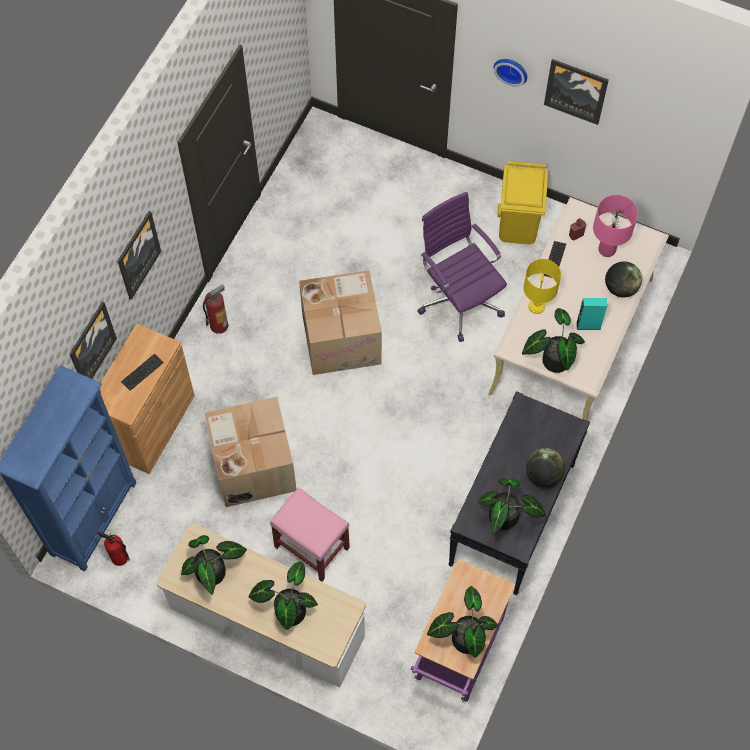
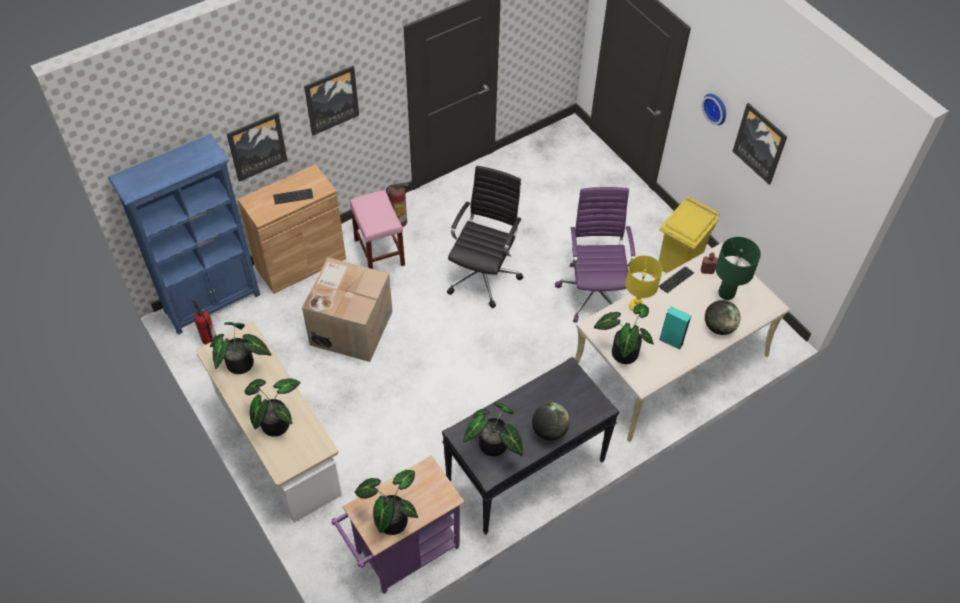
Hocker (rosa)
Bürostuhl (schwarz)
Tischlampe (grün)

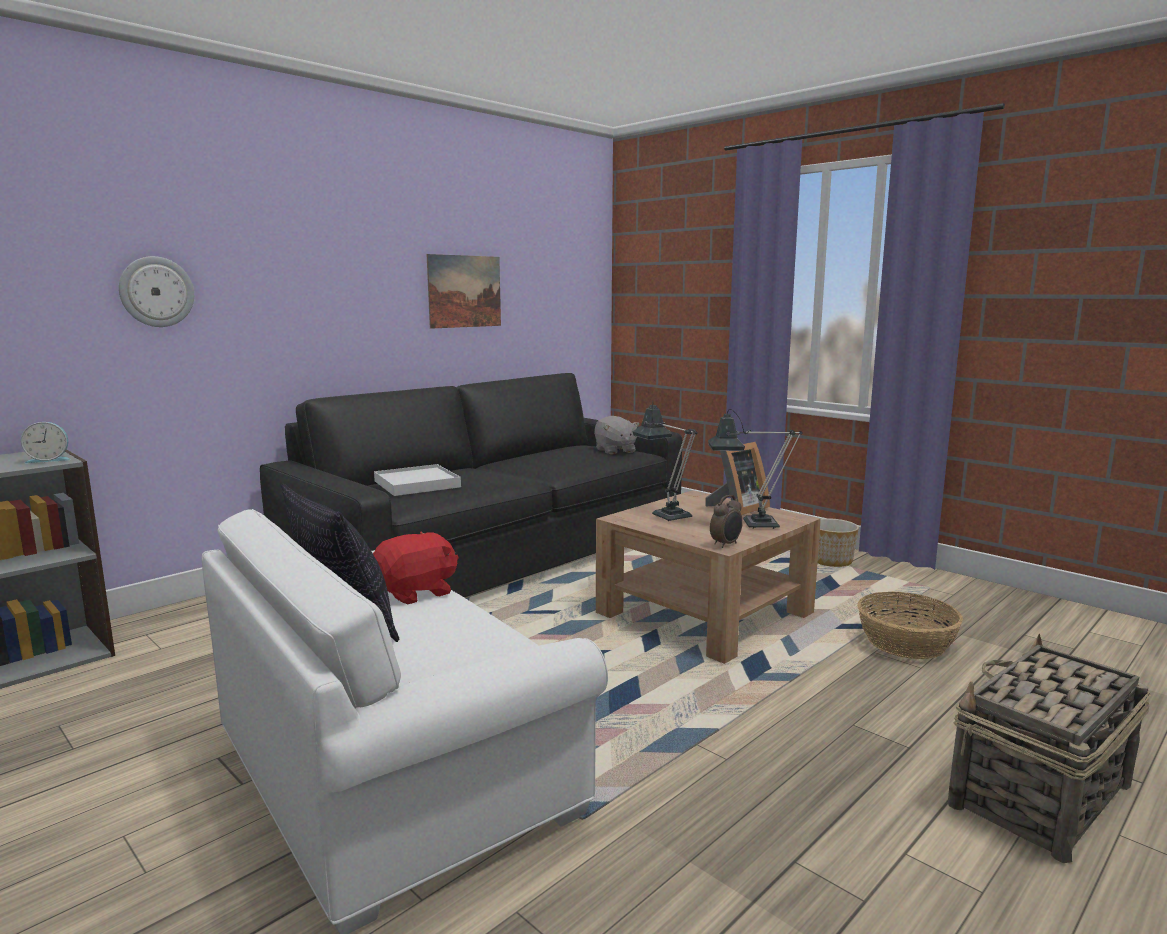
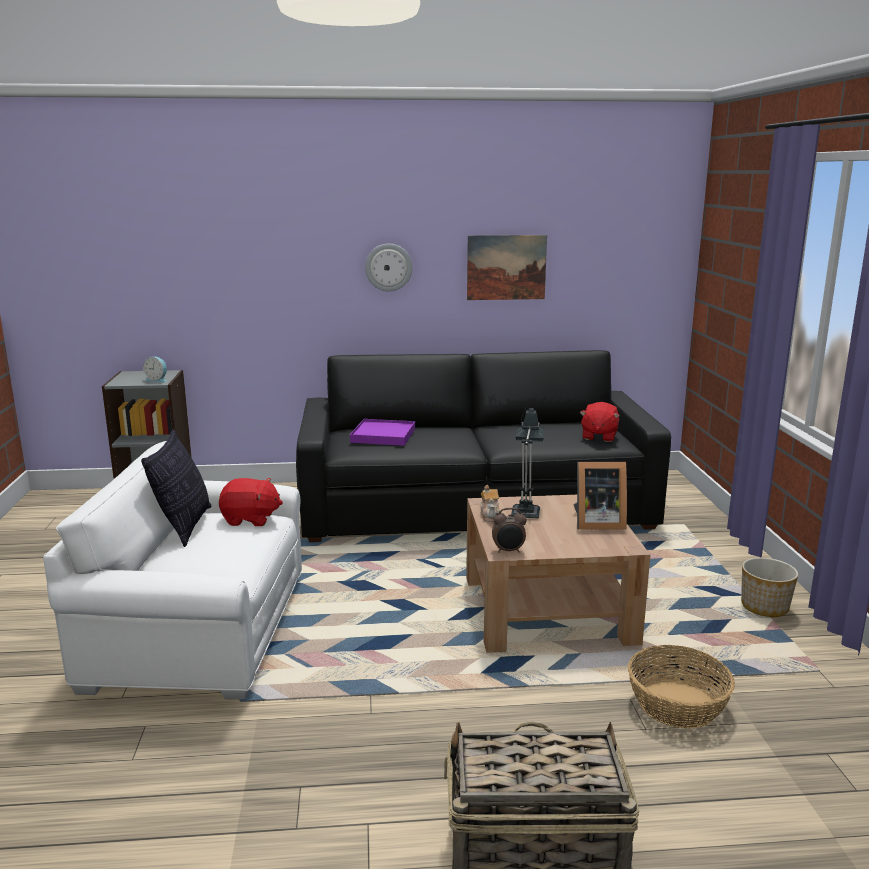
Tischlampe (no. 2 from left in the first image)
Teekanne
Wanduhr
Tablett (lila)
Plüschtier (rot) (no. 2 from left)

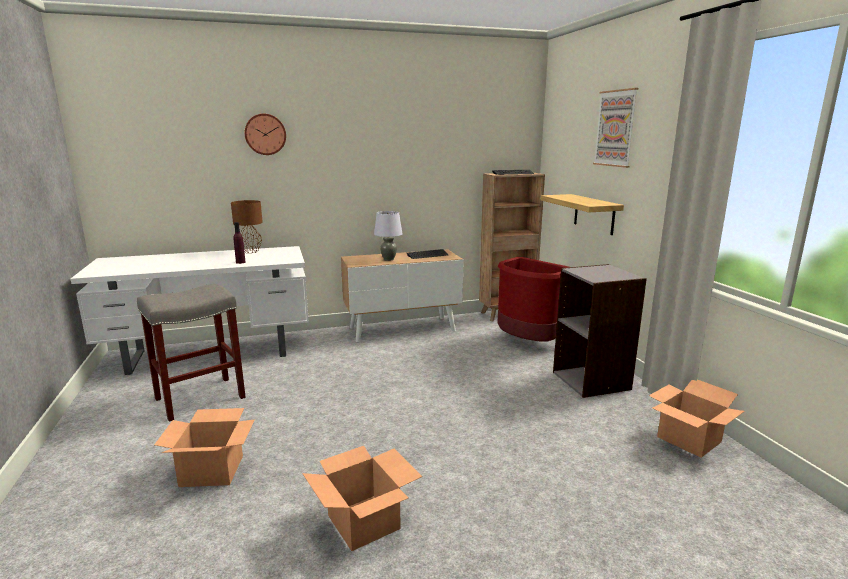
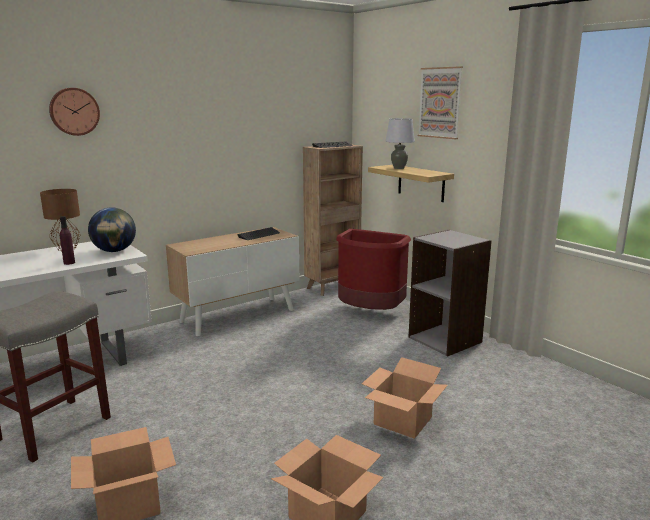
Globus
Tischlampe (grau)
Karton (no. 3 from left)

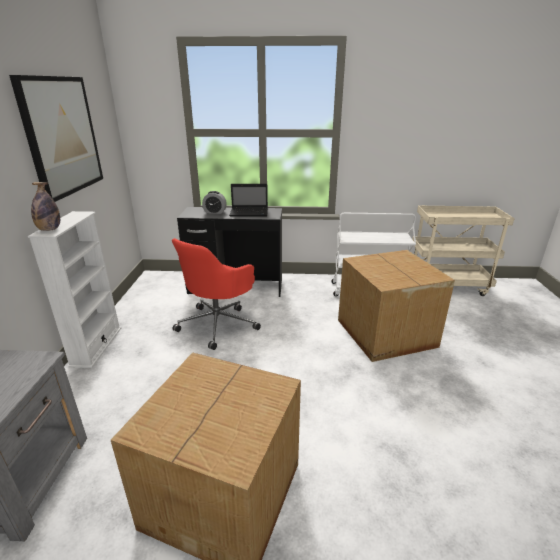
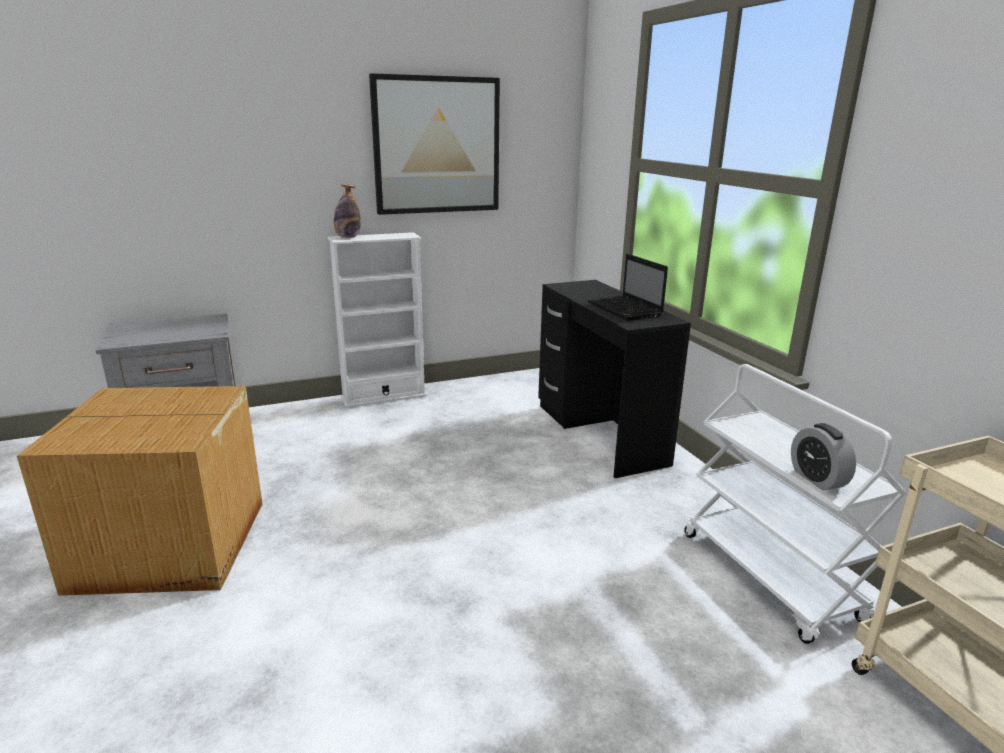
Bürostuhl (rot)
Karton (no. 2 from left in the first image)
Wecker

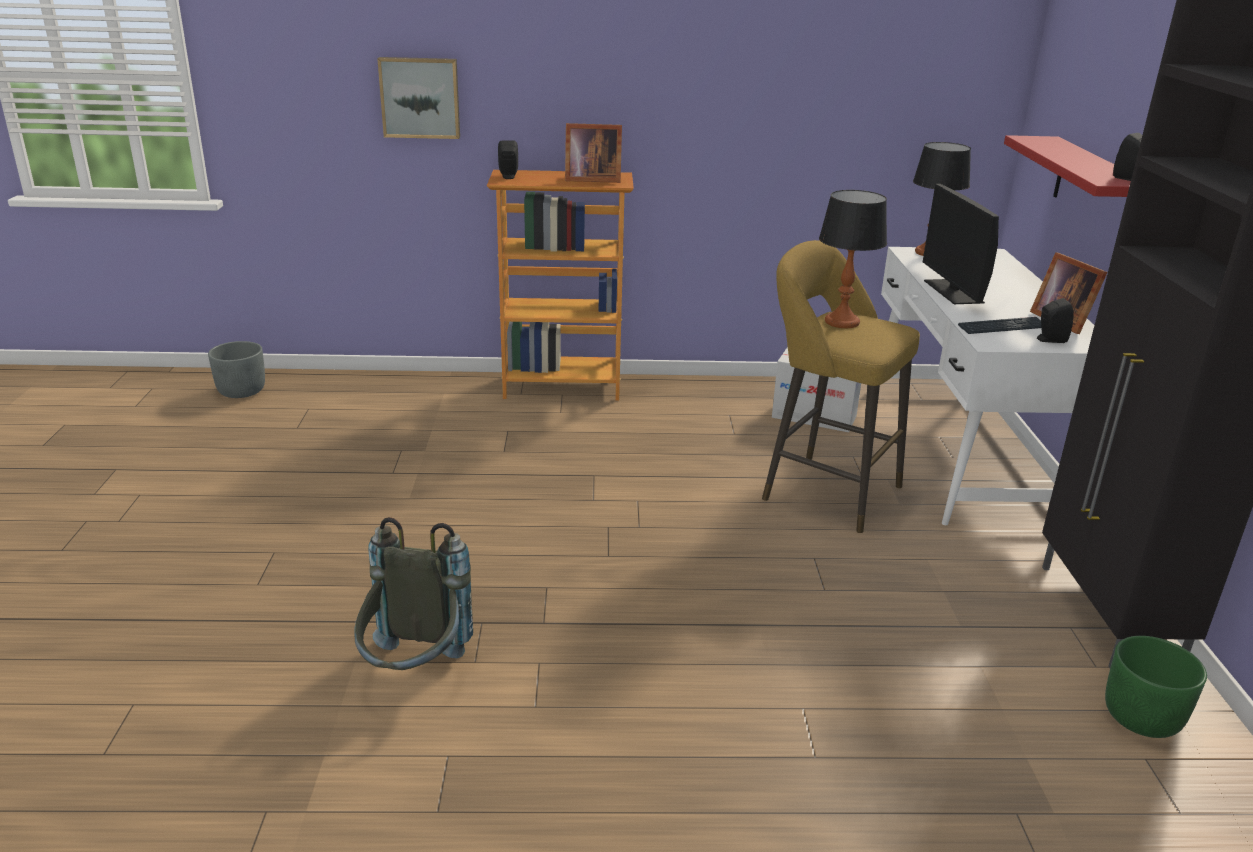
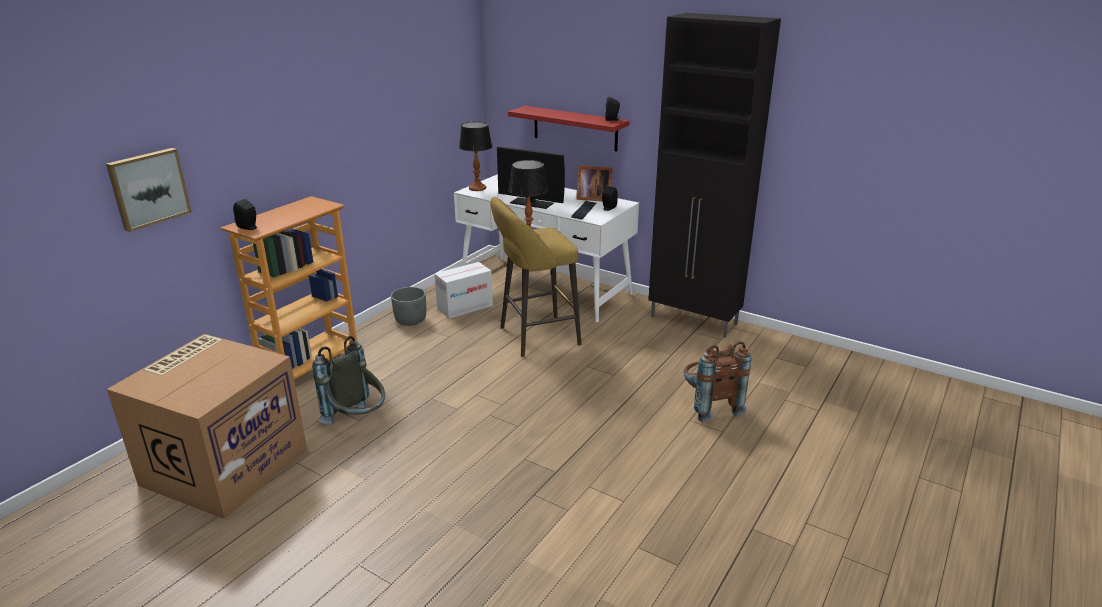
Bilderrahmen (no. 1 from left in the first image)
Pflanzkübel (grün)
Karton (no. 1 from left)
Rucksack (braun)
Pflanzkübel (grau)
Rucksack (grau)

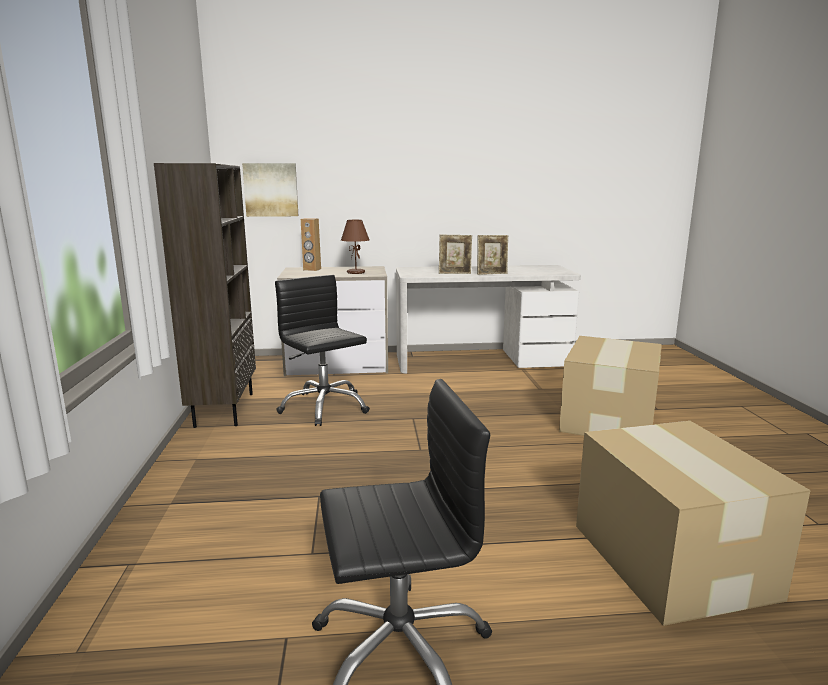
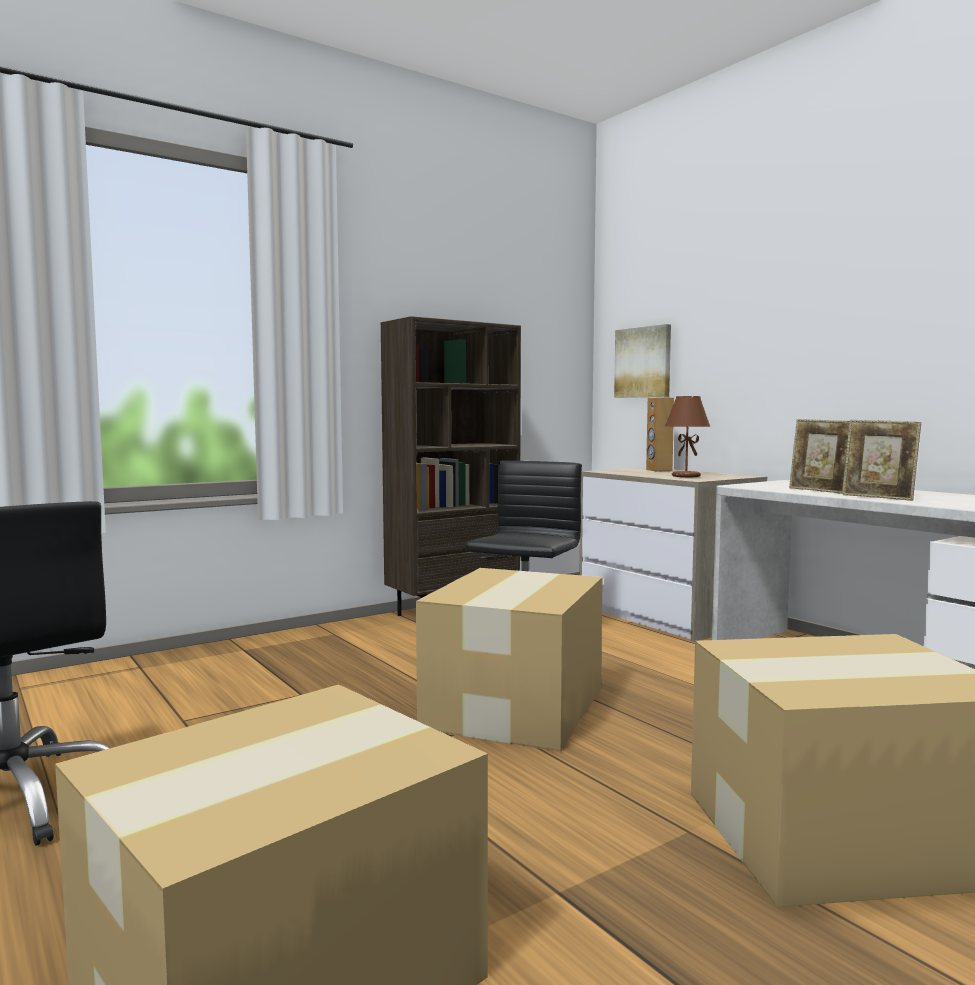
Karton (no. 2 from left)

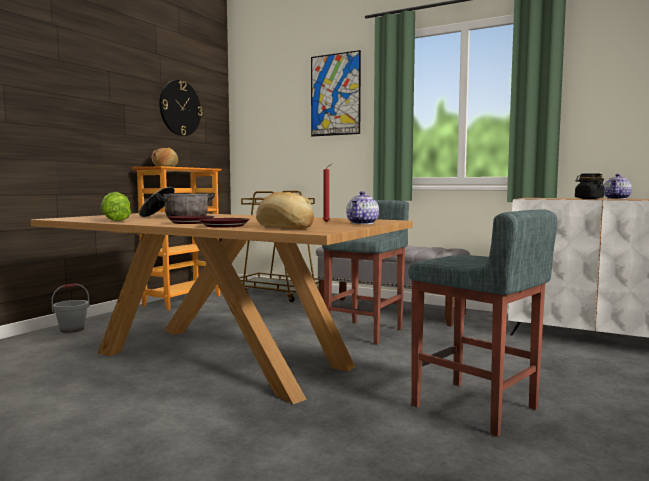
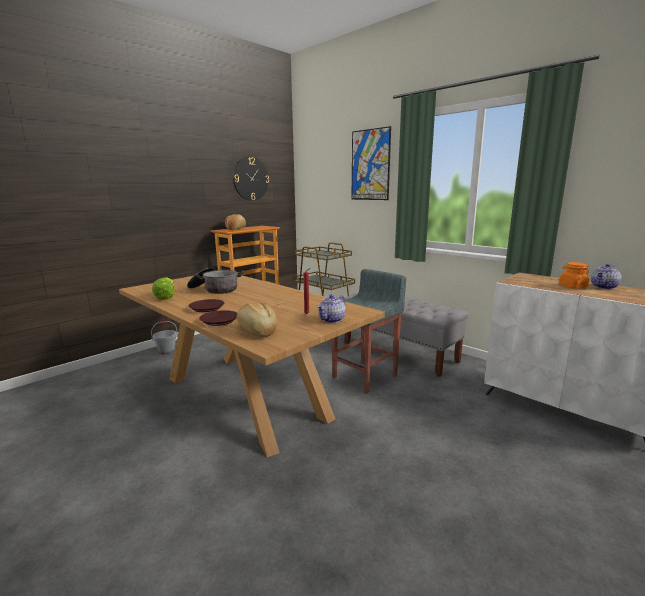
Hocker (grau) (no. 2 from left in the first image)
Vorratsglas (orange)

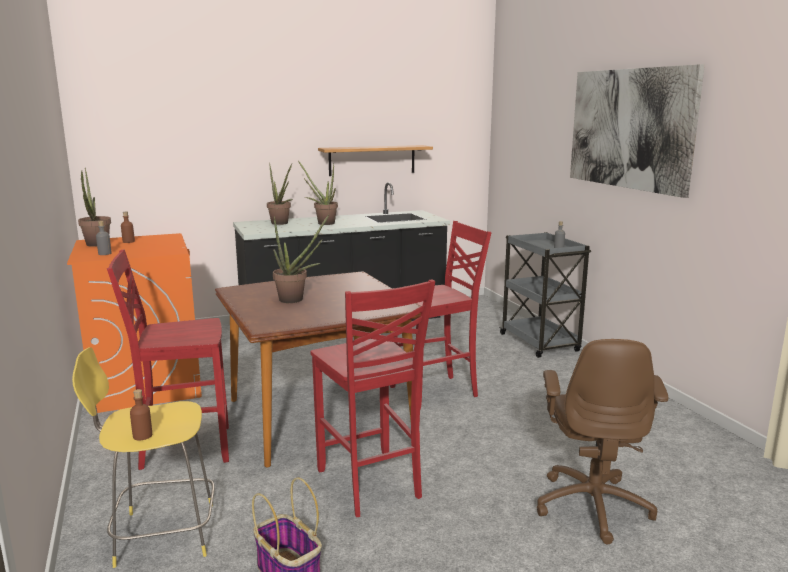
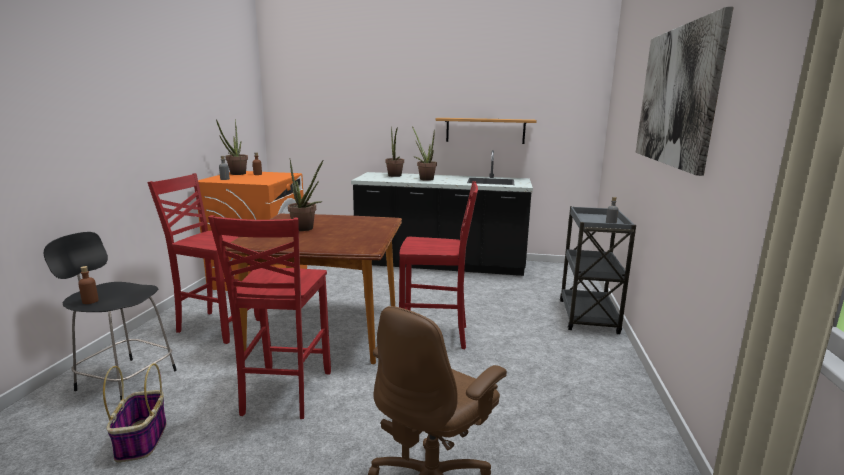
Hocker (schwarz)

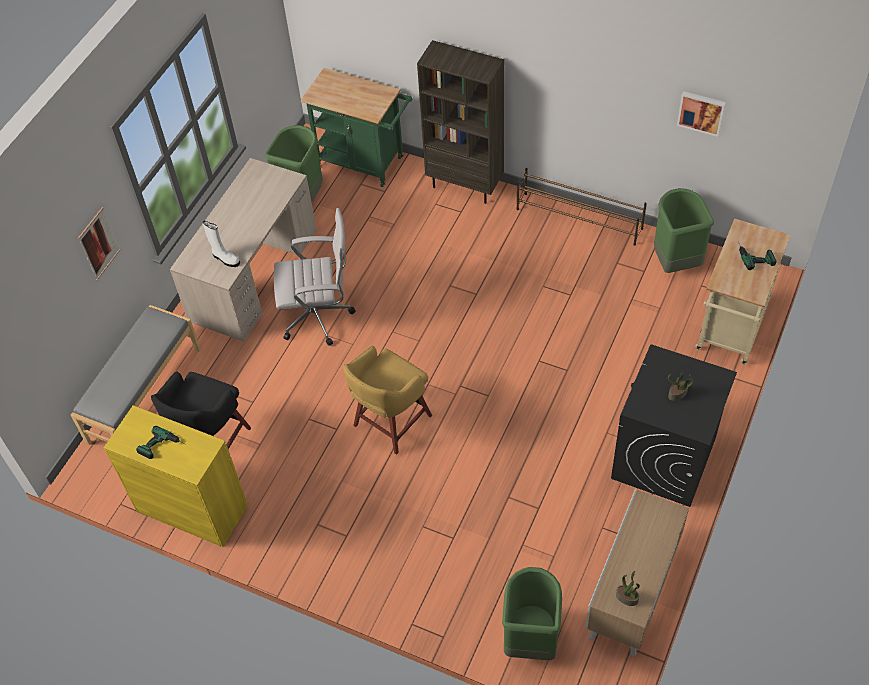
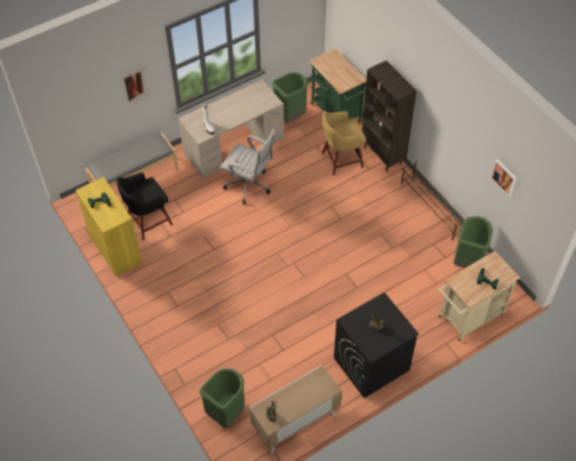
Hocker (gelb)

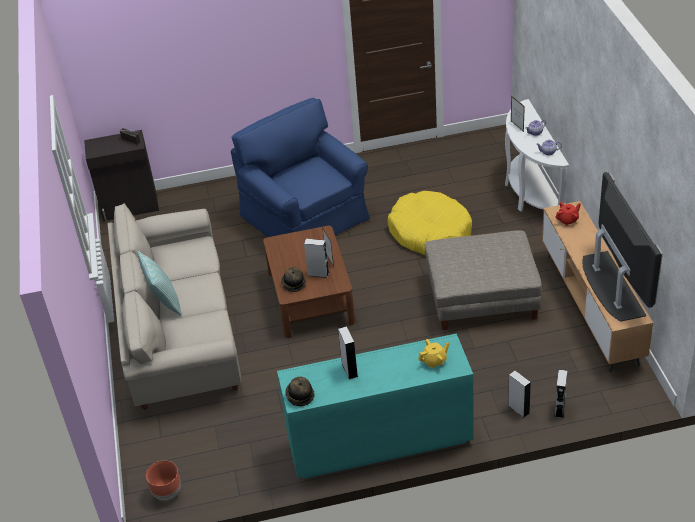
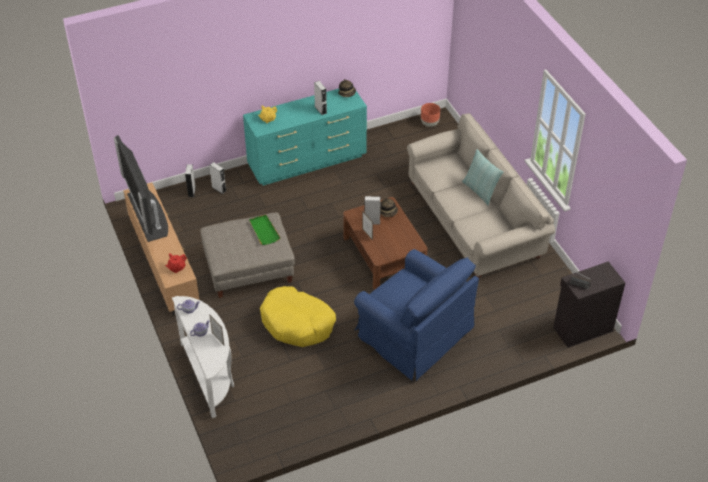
Tablett (grün)

